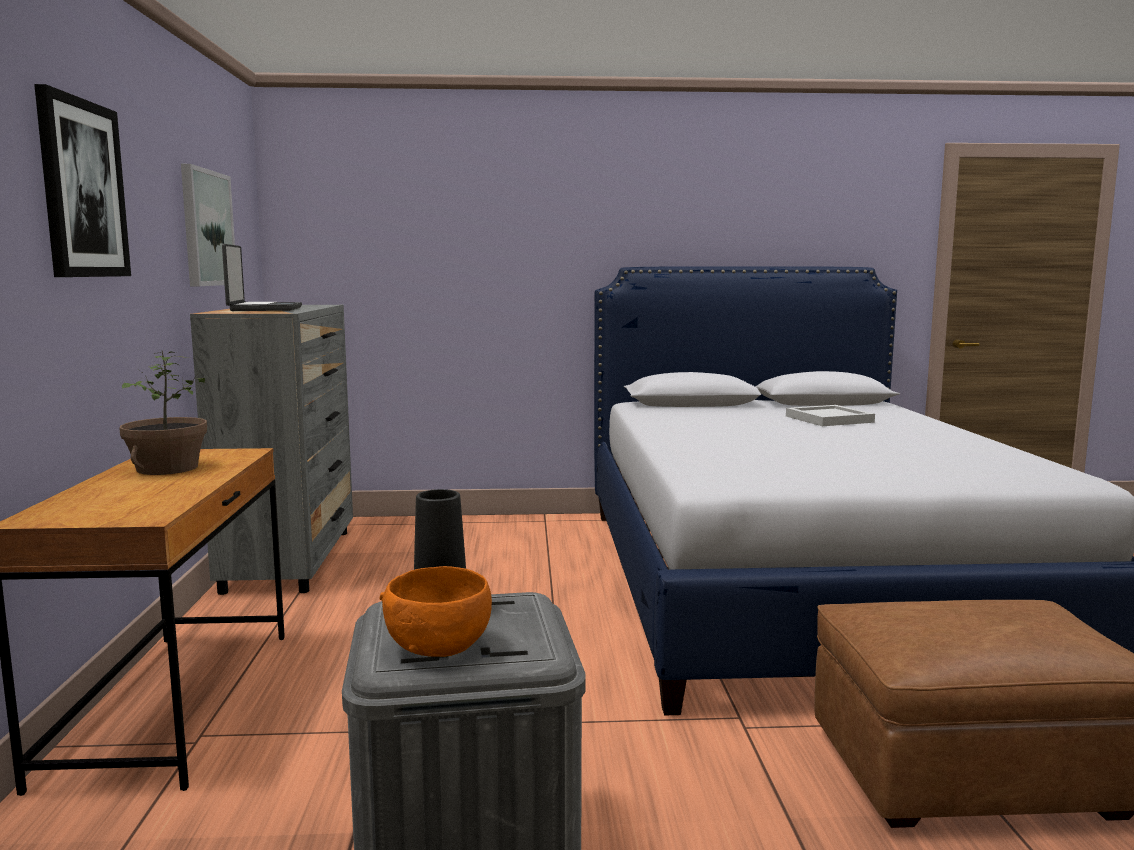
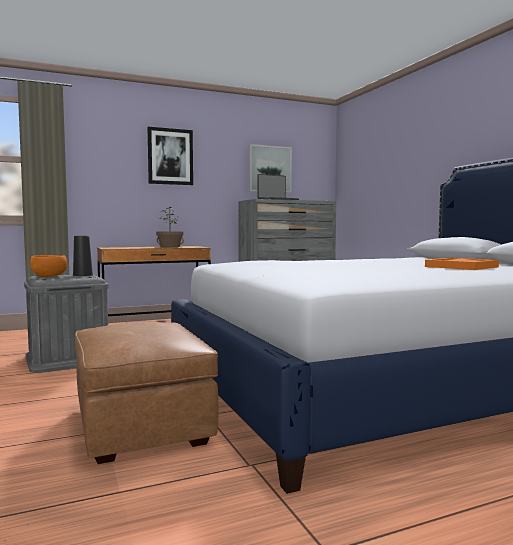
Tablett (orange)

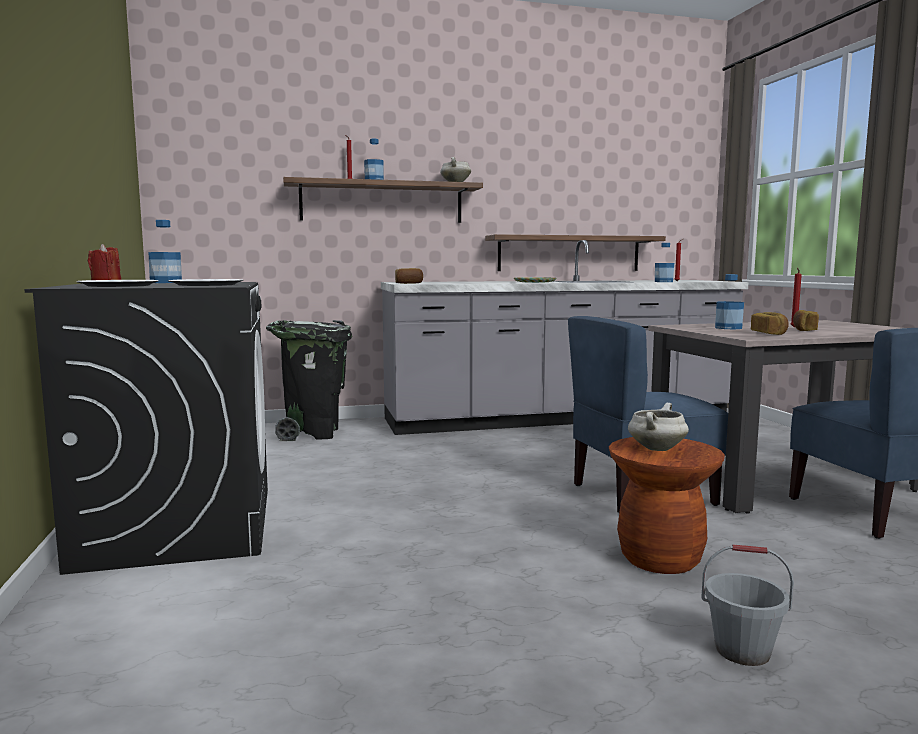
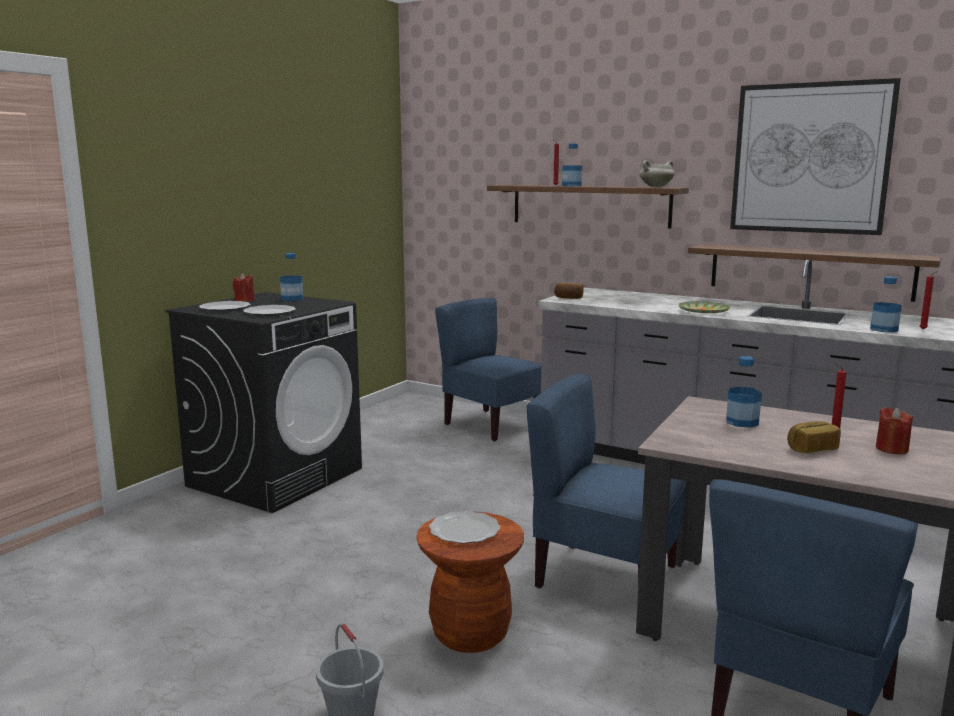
Brot (no. 2 from left in the first image)
Bild
Kerze (rot) (no. 4 from left)
Stuhl (blau) (no. 1 from left)
Teller (no. 3 from left)

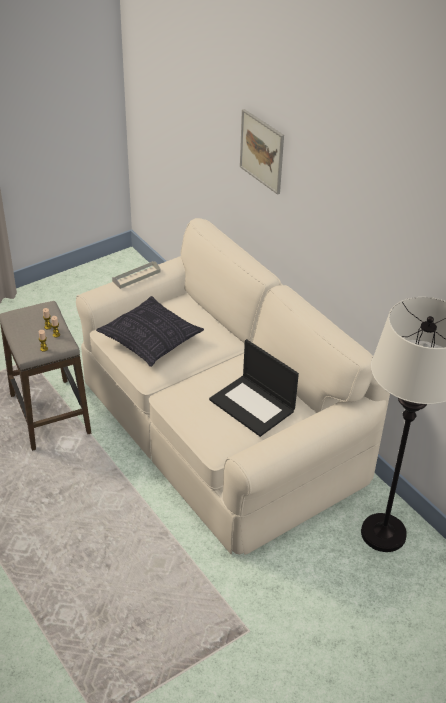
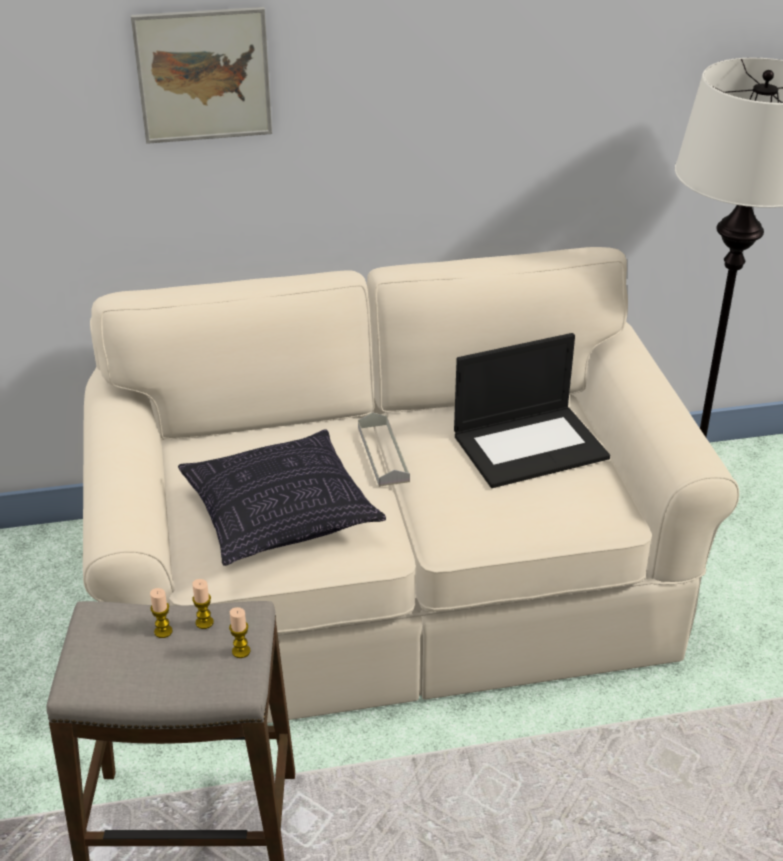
Tablett (grau)

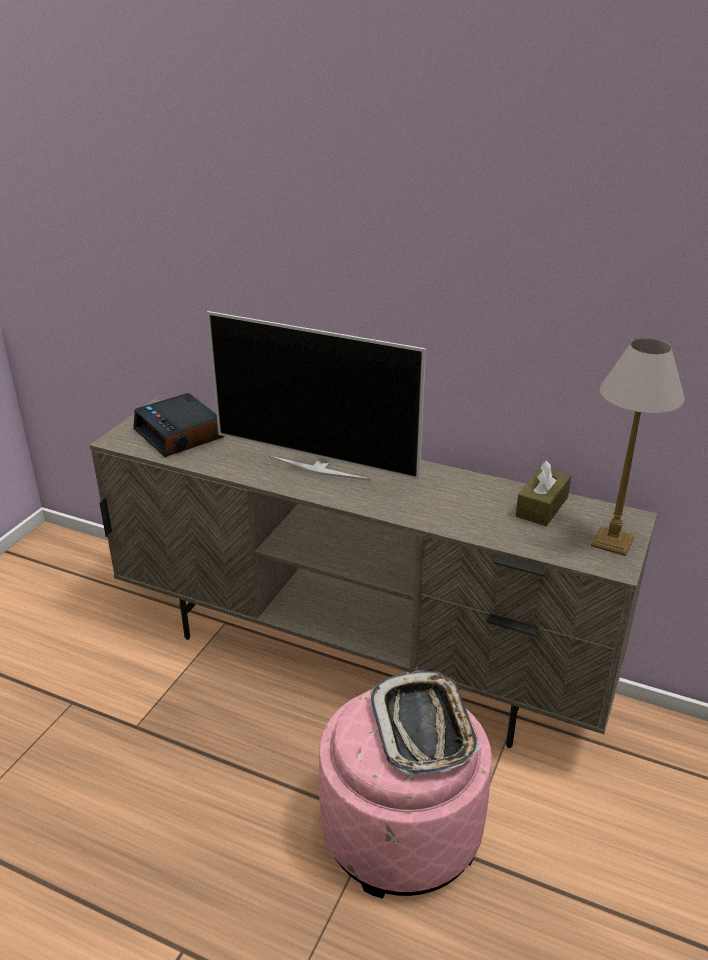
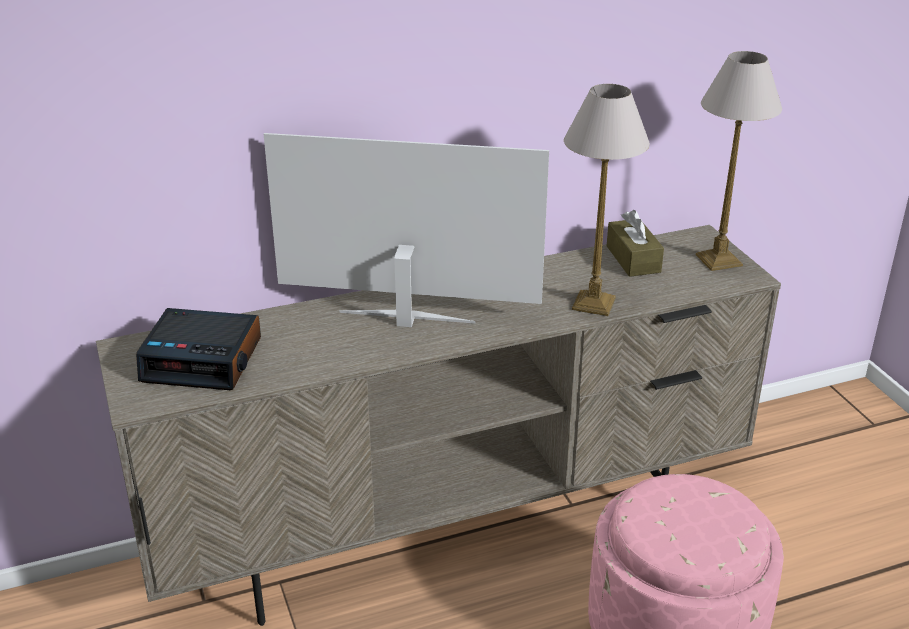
Tablett
Tischlampe (no. 1 from left)
Fernseher

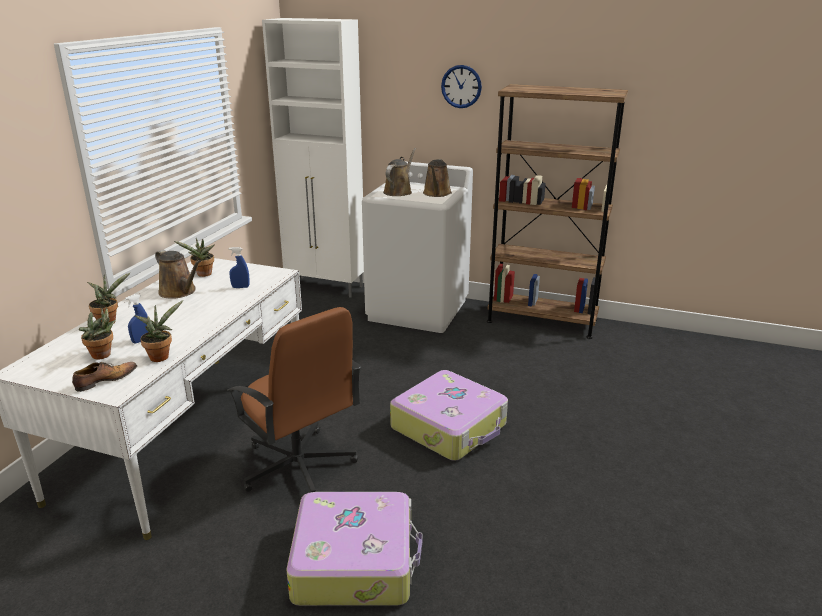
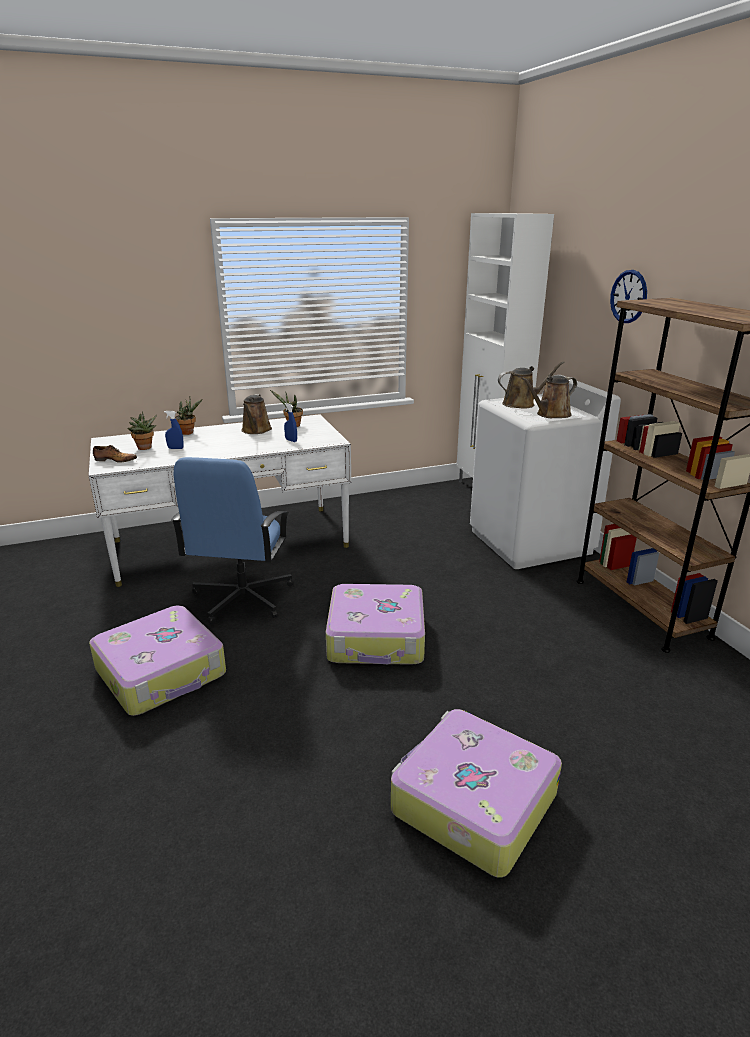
Topfpflanze (no. 3 from left in the first image)
Koffer (no. 3 from left)
Bürostuhl (blau)

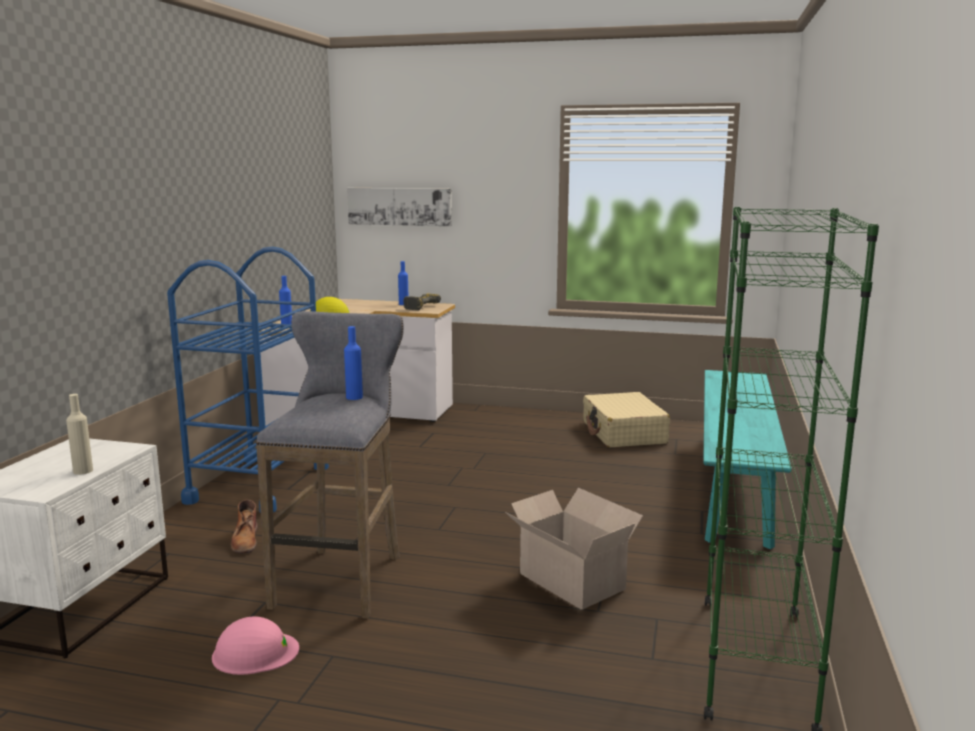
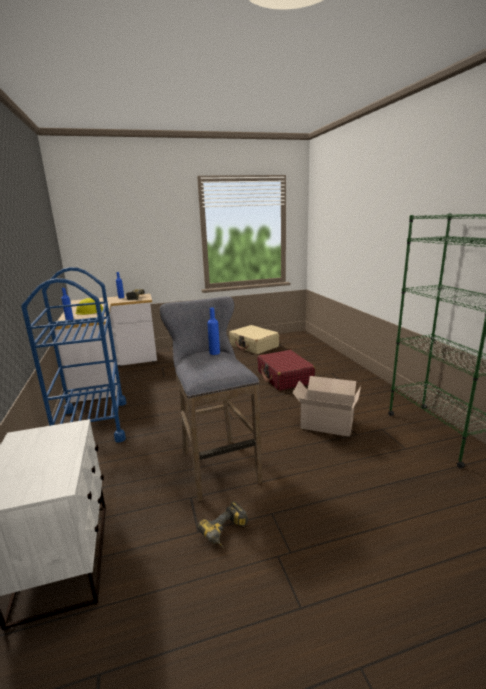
Flasche (beige)
Stiefel (braun)
Bild
Bank (türkis)
Koffer (rot)
Bohrmaschine (no. 2 from left)

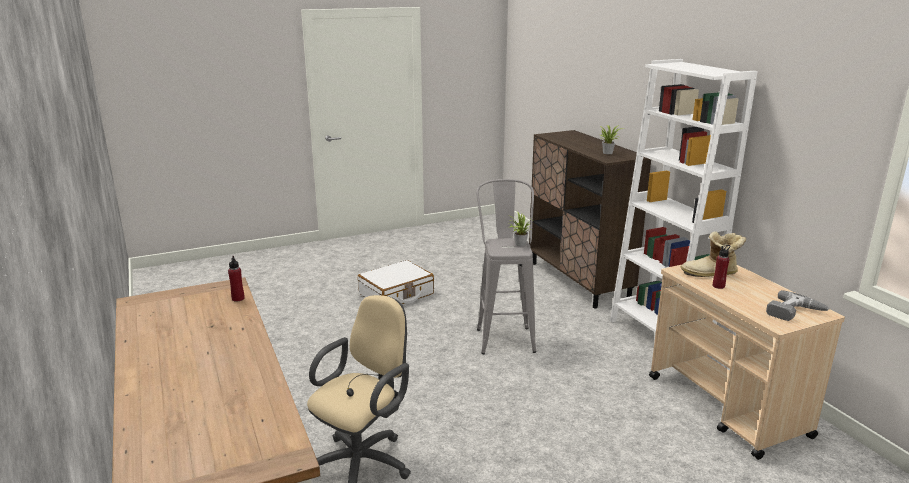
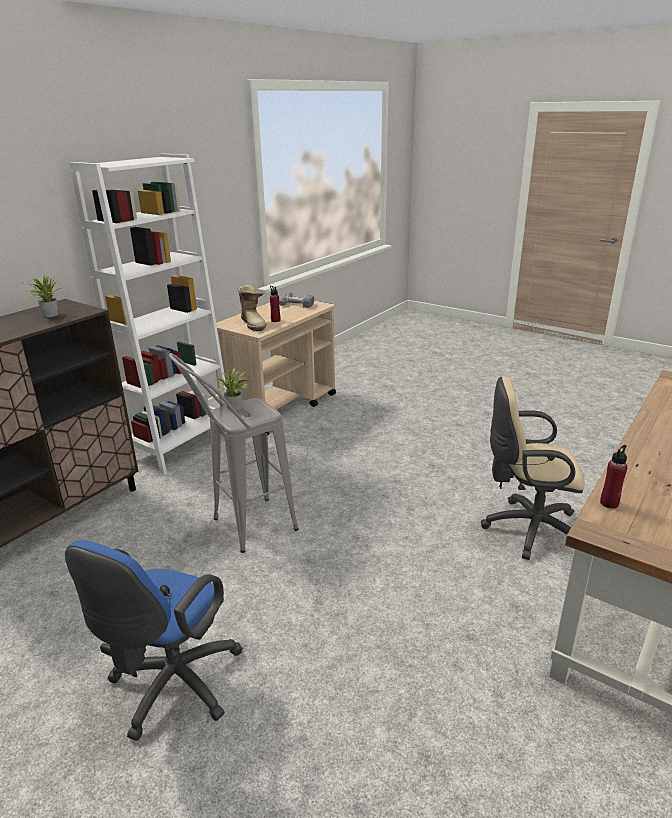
Bürostuhl (blau)

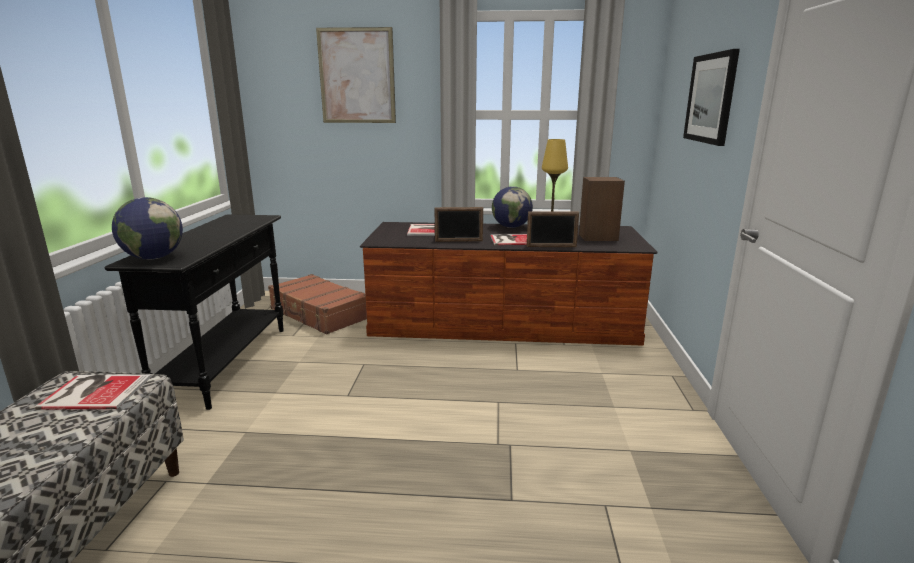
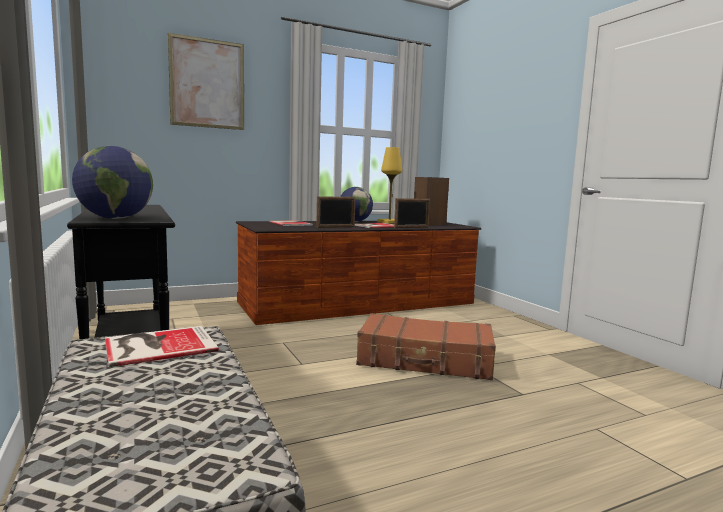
Bild (no. 2 from left in the first image)
Koffer (braun)

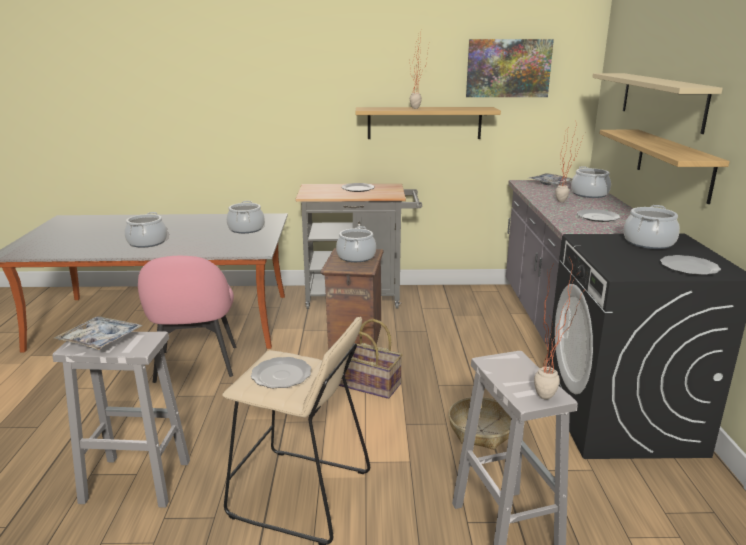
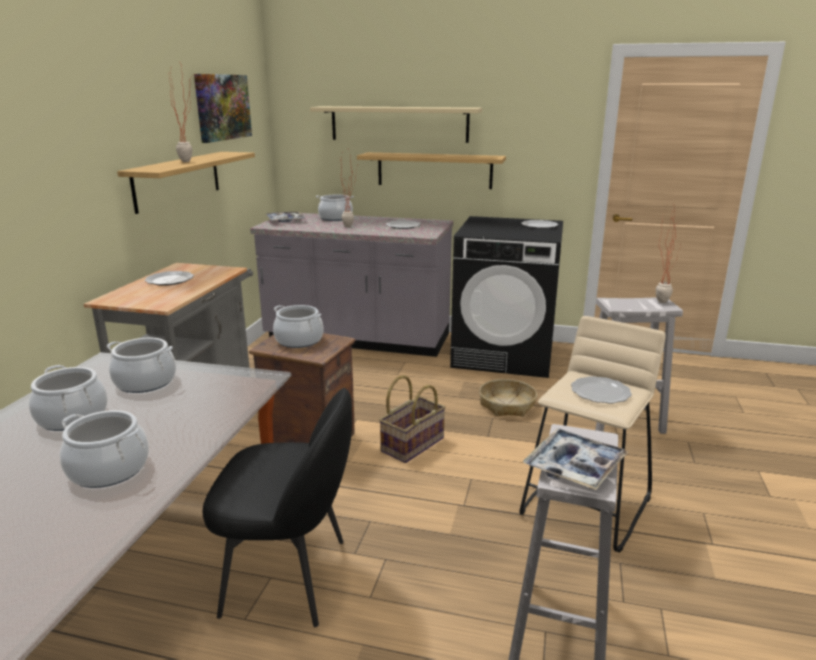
Kochtopf (no. 1 from left)
Stuhl (schwarz)

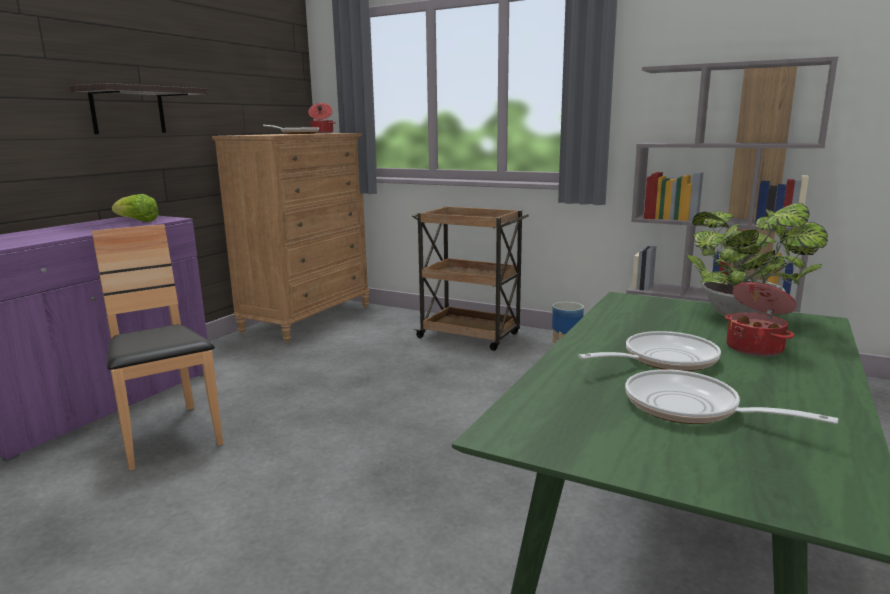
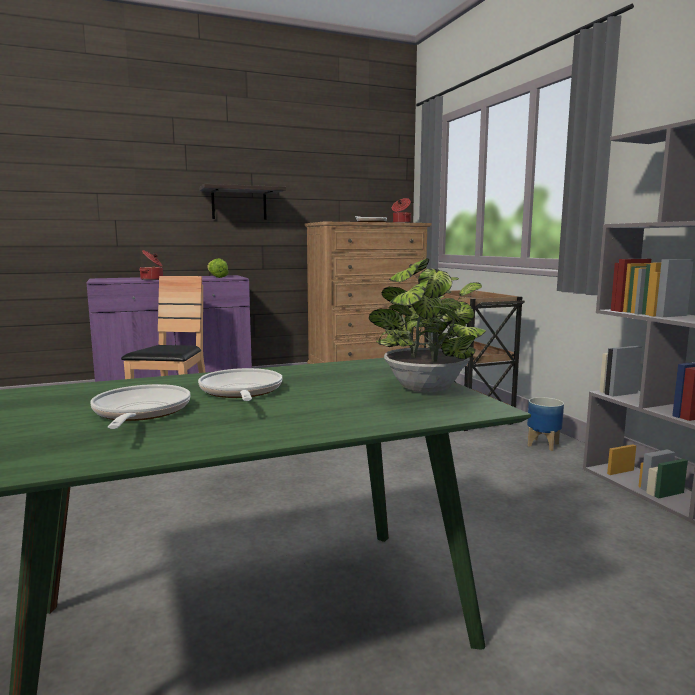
Kochtopf (no. 1 from left)
Pfanne (no. 2 from left)

